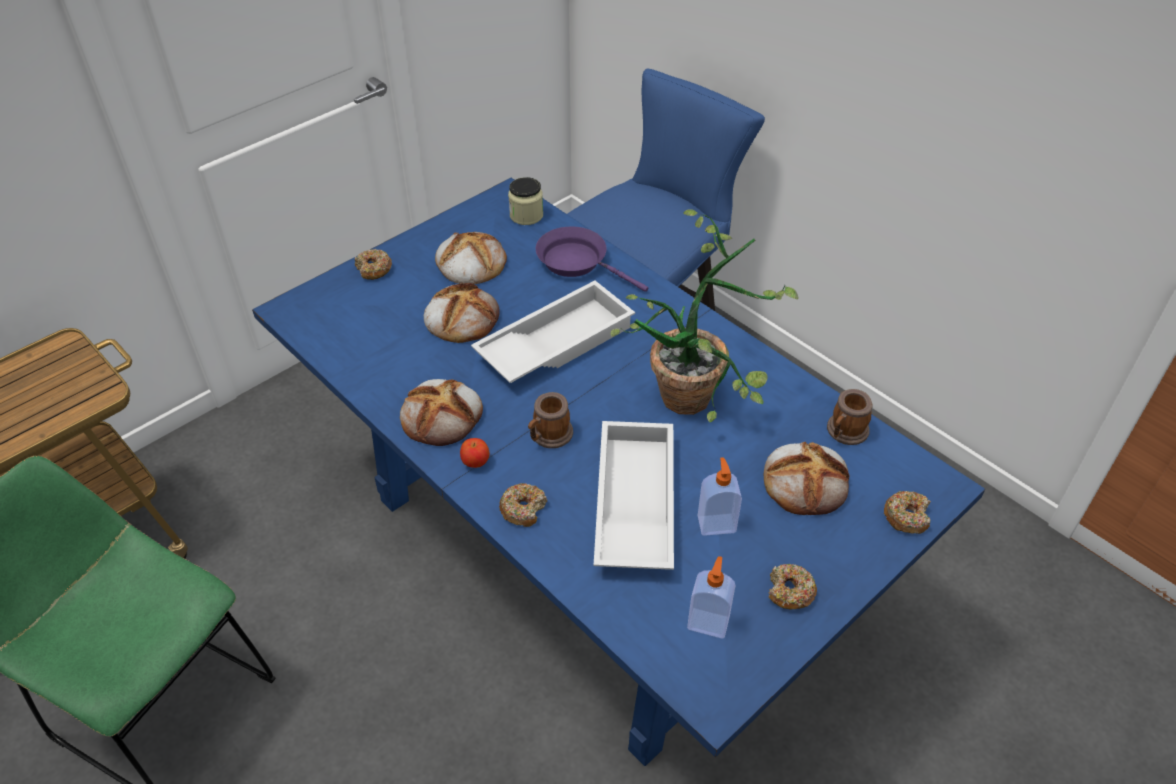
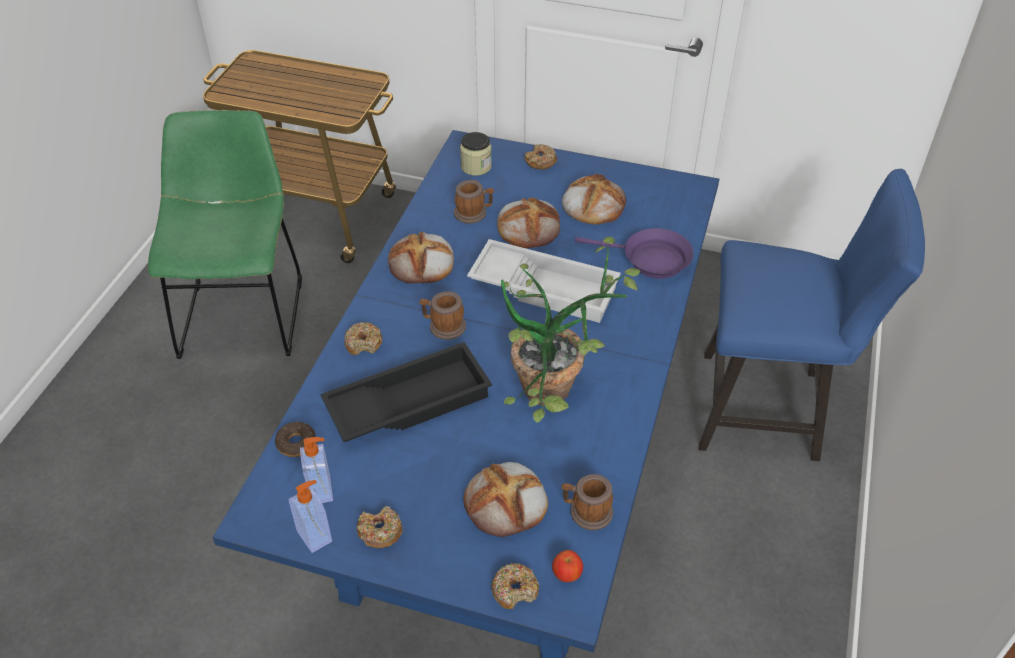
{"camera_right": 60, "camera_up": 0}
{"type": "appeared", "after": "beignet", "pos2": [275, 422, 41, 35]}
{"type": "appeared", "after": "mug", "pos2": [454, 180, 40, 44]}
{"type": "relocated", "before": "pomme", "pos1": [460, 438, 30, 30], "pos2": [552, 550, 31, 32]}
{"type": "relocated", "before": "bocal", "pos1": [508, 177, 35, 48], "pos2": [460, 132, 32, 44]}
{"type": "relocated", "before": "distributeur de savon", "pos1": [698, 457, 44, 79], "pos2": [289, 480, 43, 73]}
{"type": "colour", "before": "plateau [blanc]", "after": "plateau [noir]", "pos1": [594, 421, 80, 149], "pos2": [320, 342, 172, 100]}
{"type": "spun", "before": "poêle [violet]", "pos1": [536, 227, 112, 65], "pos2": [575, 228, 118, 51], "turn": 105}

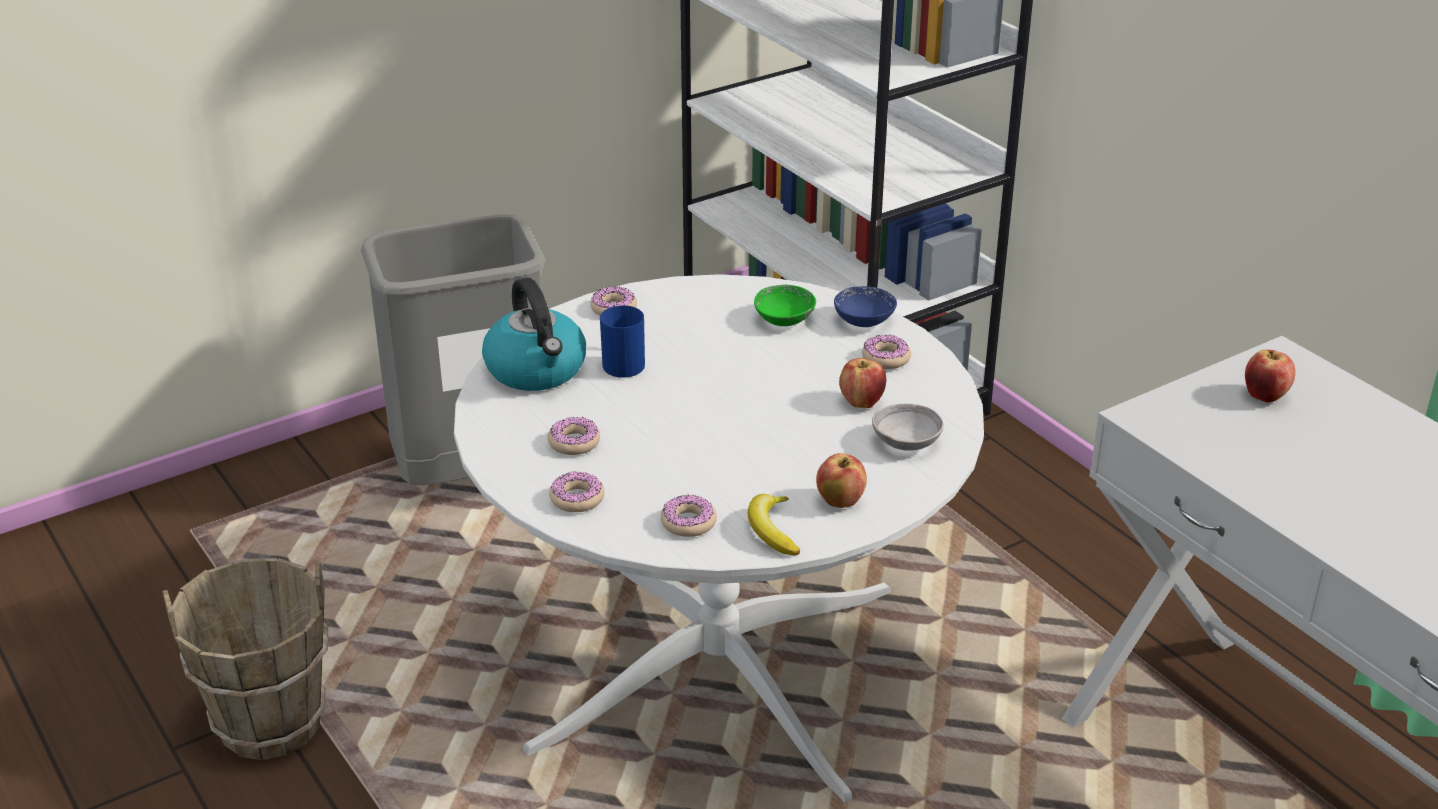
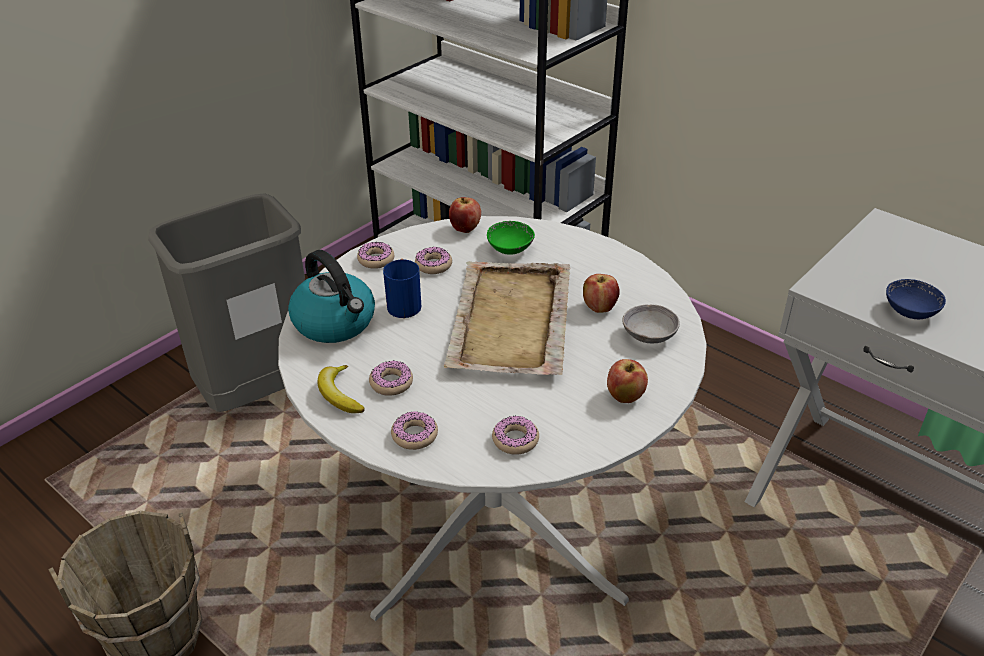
{"camera_right": -15, "camera_up": 5}
{"type": "appeared", "after": "plateau [beige]", "pos2": [444, 261, 126, 114]}
{"type": "relocated", "before": "banane", "pos1": [748, 494, 53, 62], "pos2": [318, 365, 47, 48]}
{"type": "relocated", "before": "bol [bleu]", "pos1": [834, 286, 63, 41], "pos2": [886, 279, 60, 40]}
{"type": "relocated", "before": "beignet", "pos1": [862, 335, 49, 34], "pos2": [415, 247, 37, 27]}
{"type": "relocated", "before": "pomme", "pos1": [1245, 350, 50, 53], "pos2": [449, 197, 32, 36]}

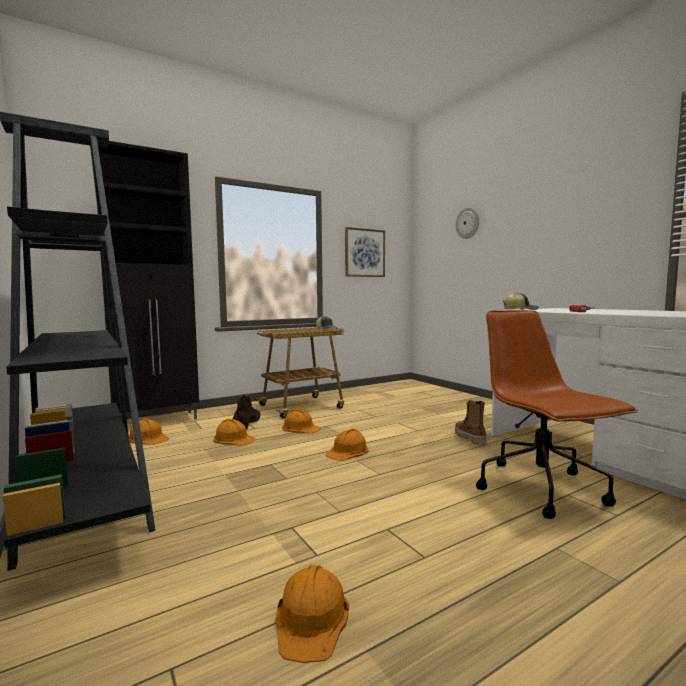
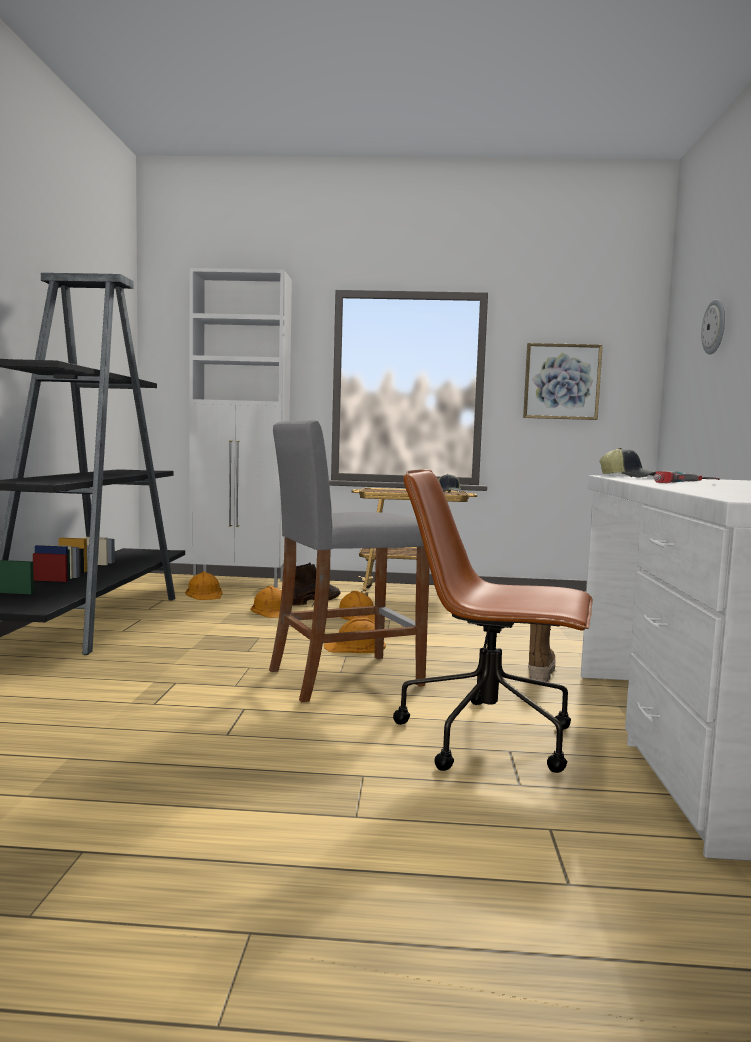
{"camera_right": 35, "camera_up": 0}
{"type": "missing", "before": "casque de chantier [orange]", "pos1": [276, 565, 73, 98]}
{"type": "appeared", "after": "tabouret [gris]", "pos2": [269, 420, 161, 282]}
{"type": "colour", "before": "meuble de rangement [noir]", "after": "meuble de rangement [blanc]", "pos1": [97, 141, 102, 278], "pos2": [189, 268, 103, 319]}
{"type": "spun", "before": "chaise de bureau [marron]", "pos1": [476, 310, 162, 209], "pos2": [393, 469, 200, 304], "turn": -90}

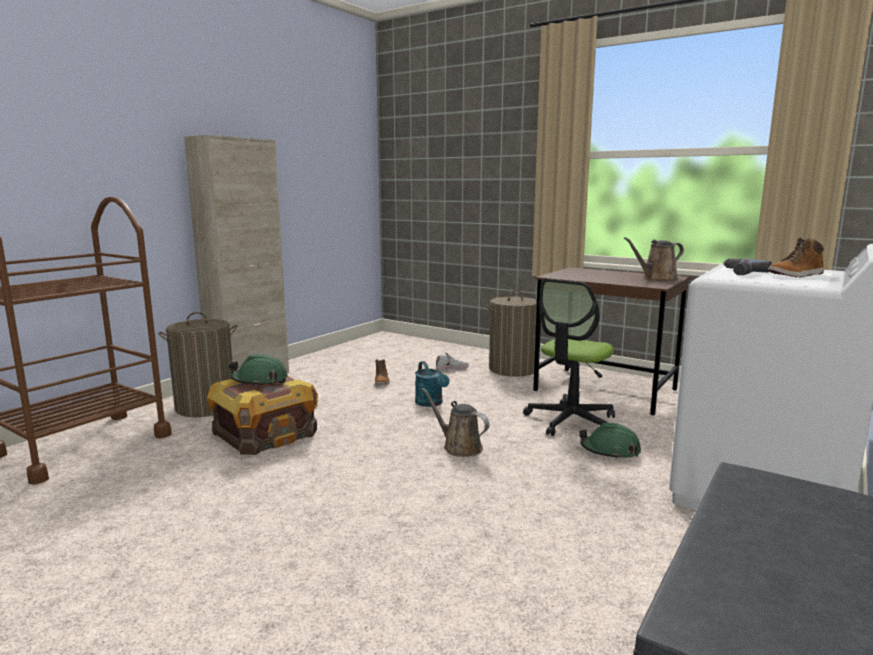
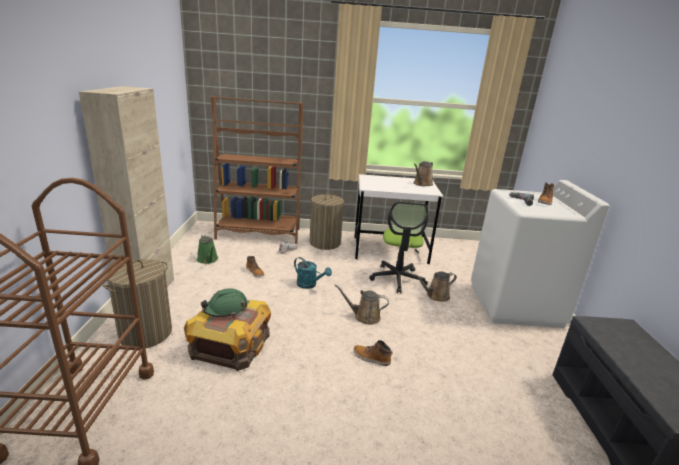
{"camera_right": -35, "camera_up": 10}
{"type": "appeared", "after": "arrosoir [vert]", "pos2": [197, 235, 21, 29]}
{"type": "appeared", "after": "bibliothèque [marron]", "pos2": [211, 96, 93, 148]}
{"type": "appeared", "after": "botte", "pos2": [354, 340, 39, 26]}
{"type": "exchanged", "before": "casque de chantier [vert]", "after": "arrosoir [marron]", "pos1": [579, 423, 62, 37], "pos2": [414, 271, 43, 31]}
{"type": "colour", "before": "bureau [marron]", "after": "bureau [blanc]", "pos1": [533, 267, 157, 149], "pos2": [354, 174, 89, 90]}

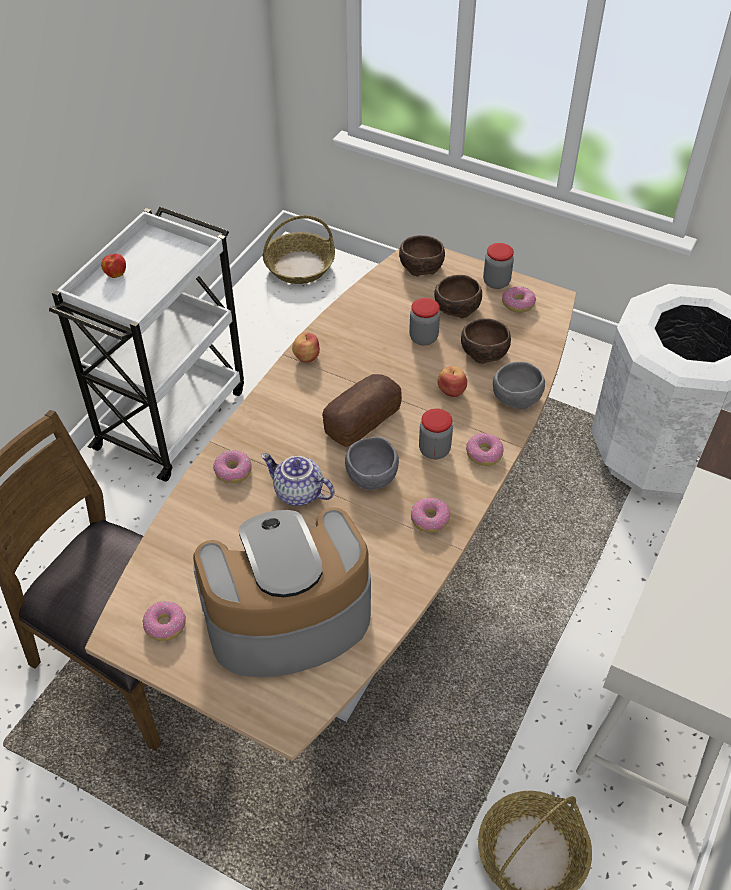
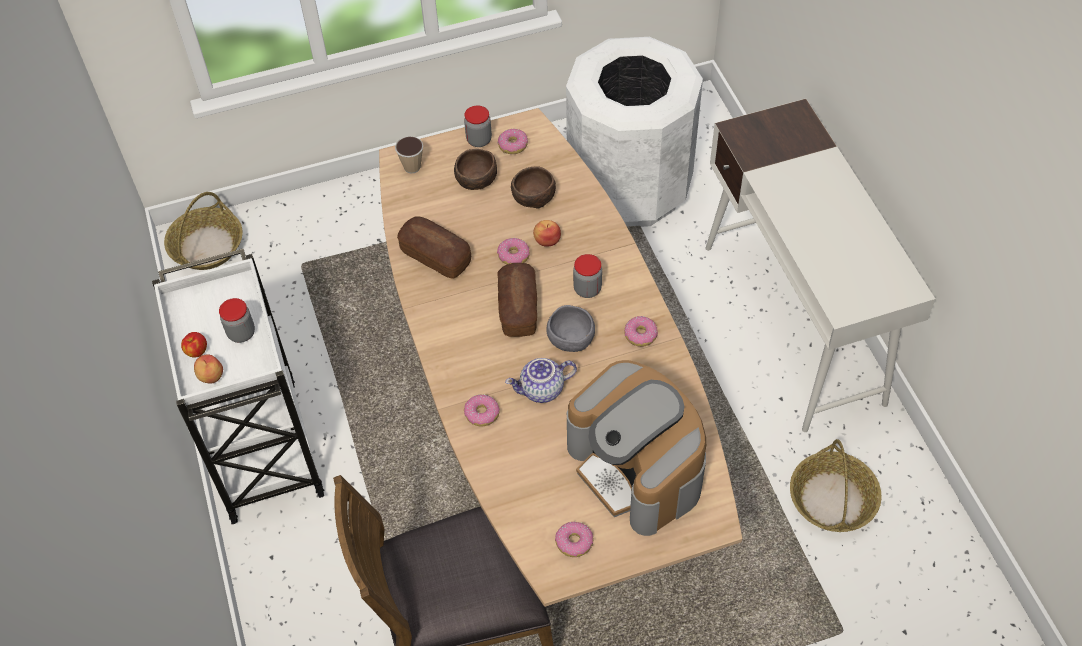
{"camera_right": -45, "camera_up": 5}
{"type": "missing", "before": "bol [gris]", "pos1": [493, 362, 52, 48]}
{"type": "appeared", "after": "pain", "pos2": [397, 216, 74, 63]}
{"type": "relocated", "before": "pomme", "pos1": [292, 332, 28, 31], "pos2": [194, 355, 29, 29]}
{"type": "relocated", "before": "bocal", "pos1": [409, 298, 31, 48], "pos2": [219, 298, 36, 45]}
{"type": "relocated", "before": "beignet", "pos1": [466, 433, 38, 33], "pos2": [497, 238, 33, 27]}
{"type": "exchanged", "before": "bol [marron]", "after": "tasse", "pos1": [399, 235, 46, 42], "pos2": [395, 136, 28, 38]}
{"type": "spun", "before": "machine à café", "pos1": [193, 507, 178, 170], "pos2": [567, 360, 139, 176], "turn": -60}

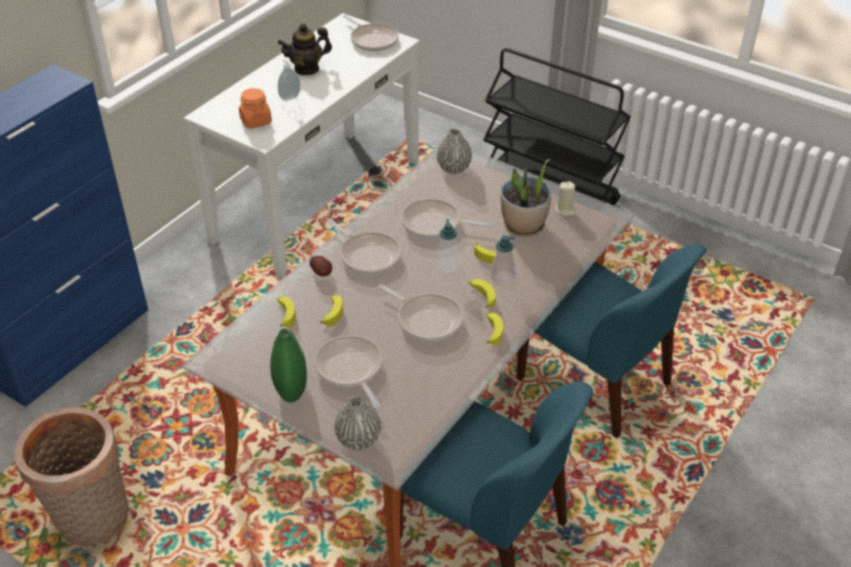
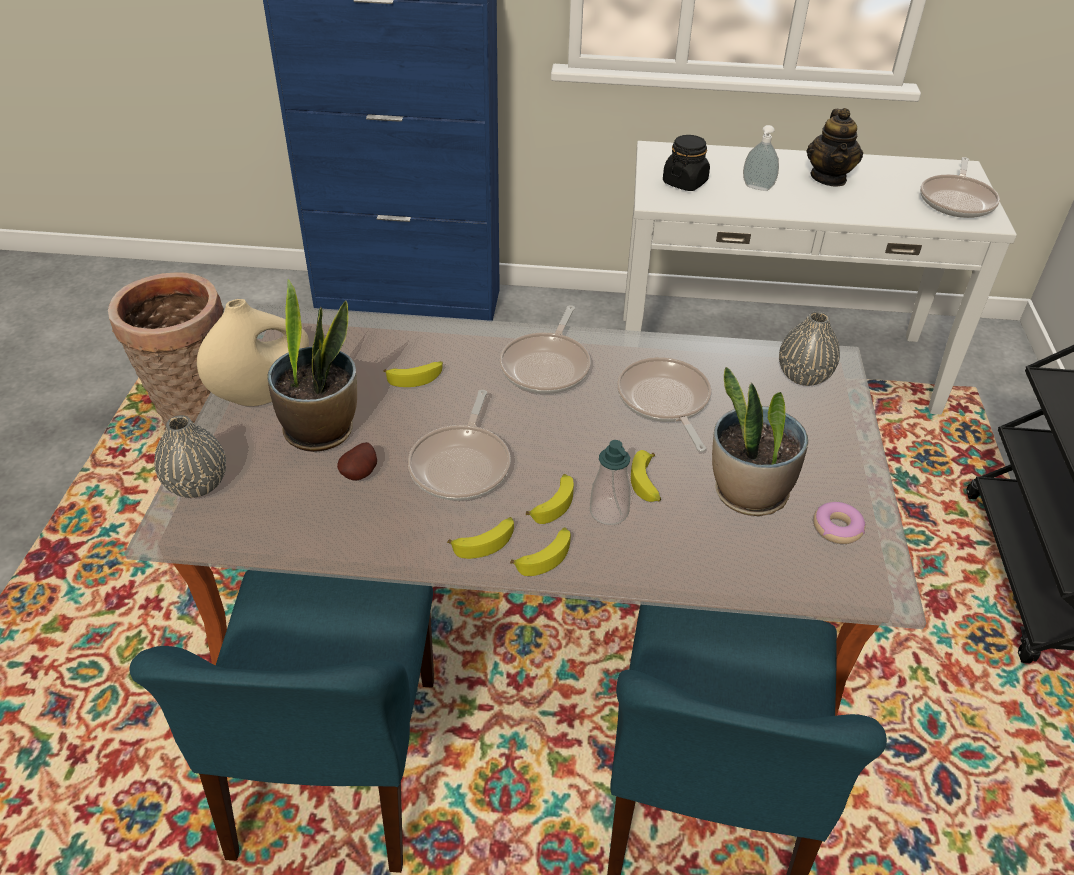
{"camera_right": 60, "camera_up": 0}
{"type": "missing", "before": "distributeur de savon", "pos1": [436, 219, 23, 54]}
{"type": "relocated", "before": "banane", "pos1": [277, 296, 19, 31], "pos2": [510, 527, 61, 49]}
{"type": "relocated", "before": "pomme de terre", "pos1": [309, 256, 23, 20], "pos2": [337, 442, 40, 39]}
{"type": "exchanged", "before": "poêle", "after": "plante en pot", "pos1": [314, 335, 68, 73], "pos2": [267, 279, 90, 173]}
{"type": "exchanged", "before": "bougie [beige]", "after": "beignet", "pos1": [556, 181, 19, 35], "pos2": [813, 502, 52, 42]}
{"type": "colour", "before": "bocal [orange]", "after": "bocal [noir]", "pos1": [239, 88, 33, 41], "pos2": [663, 135, 47, 56]}
{"type": "colour", "before": "vase [vert]", "after": "vase [beige]", "pos1": [270, 328, 37, 74], "pos2": [197, 299, 112, 107]}
{"type": "spun", "before": "théière", "pos1": [278, 23, 54, 52], "pos2": [806, 108, 57, 79], "turn": -120}

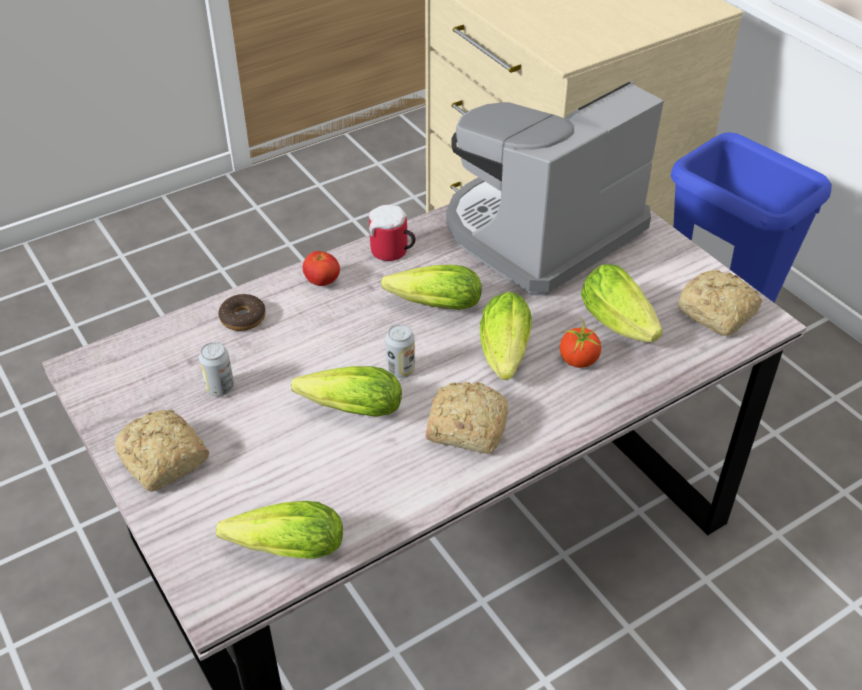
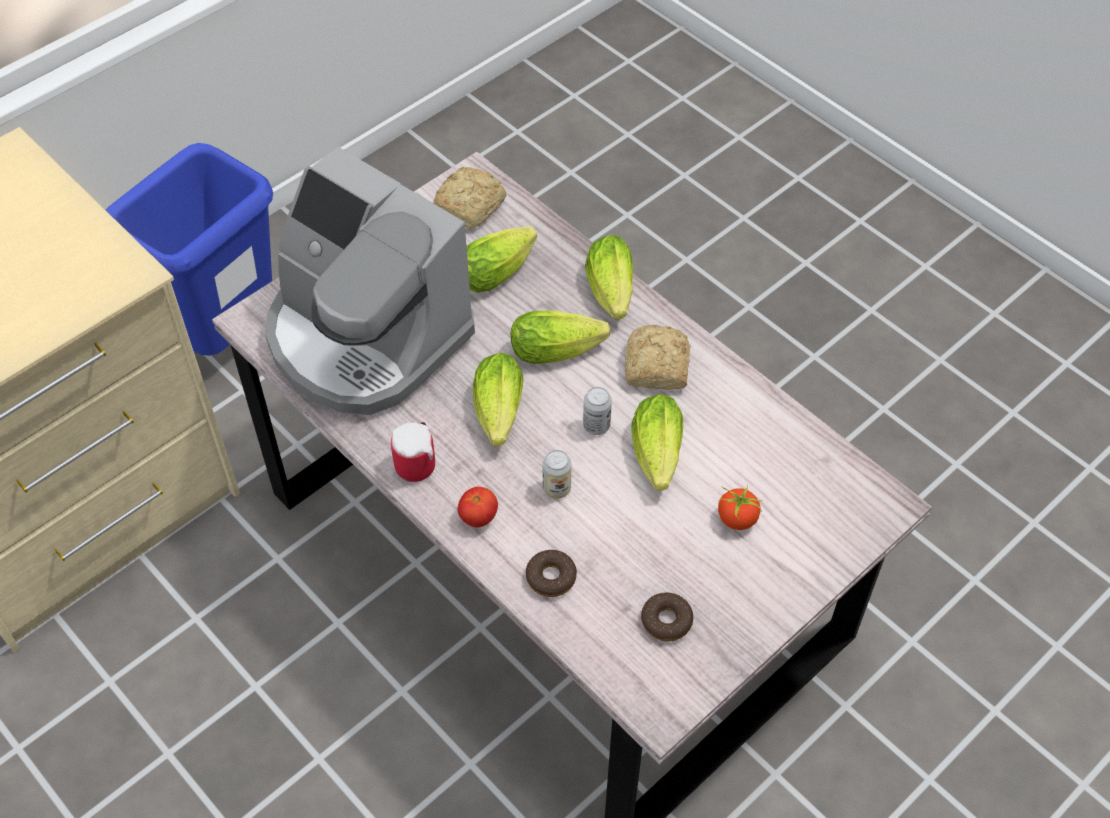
{"camera_right": -100, "camera_up": 10}
{"type": "missing", "before": "pain", "pos1": [115, 410, 94, 82]}
{"type": "appeared", "after": "beignet", "pos2": [641, 593, 52, 48]}
{"type": "relocated", "before": "boîte métallique", "pos1": [199, 342, 35, 55], "pos2": [543, 450, 28, 49]}
{"type": "relocated", "before": "laitue", "pos1": [216, 501, 127, 58], "pos2": [585, 235, 48, 85]}
{"type": "relocated", "before": "tomate", "pos1": [560, 318, 41, 50], "pos2": [718, 484, 45, 46]}

